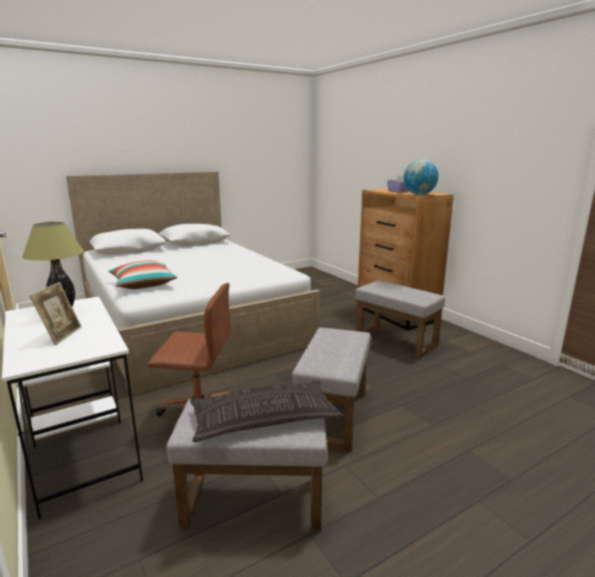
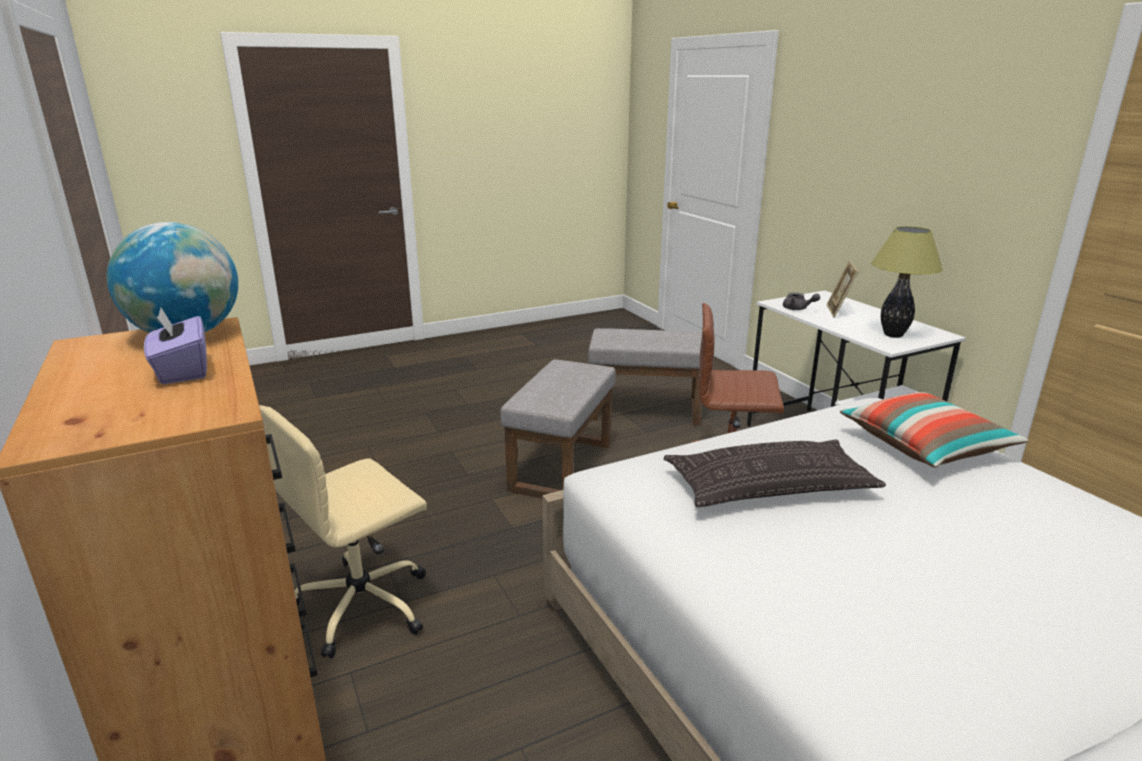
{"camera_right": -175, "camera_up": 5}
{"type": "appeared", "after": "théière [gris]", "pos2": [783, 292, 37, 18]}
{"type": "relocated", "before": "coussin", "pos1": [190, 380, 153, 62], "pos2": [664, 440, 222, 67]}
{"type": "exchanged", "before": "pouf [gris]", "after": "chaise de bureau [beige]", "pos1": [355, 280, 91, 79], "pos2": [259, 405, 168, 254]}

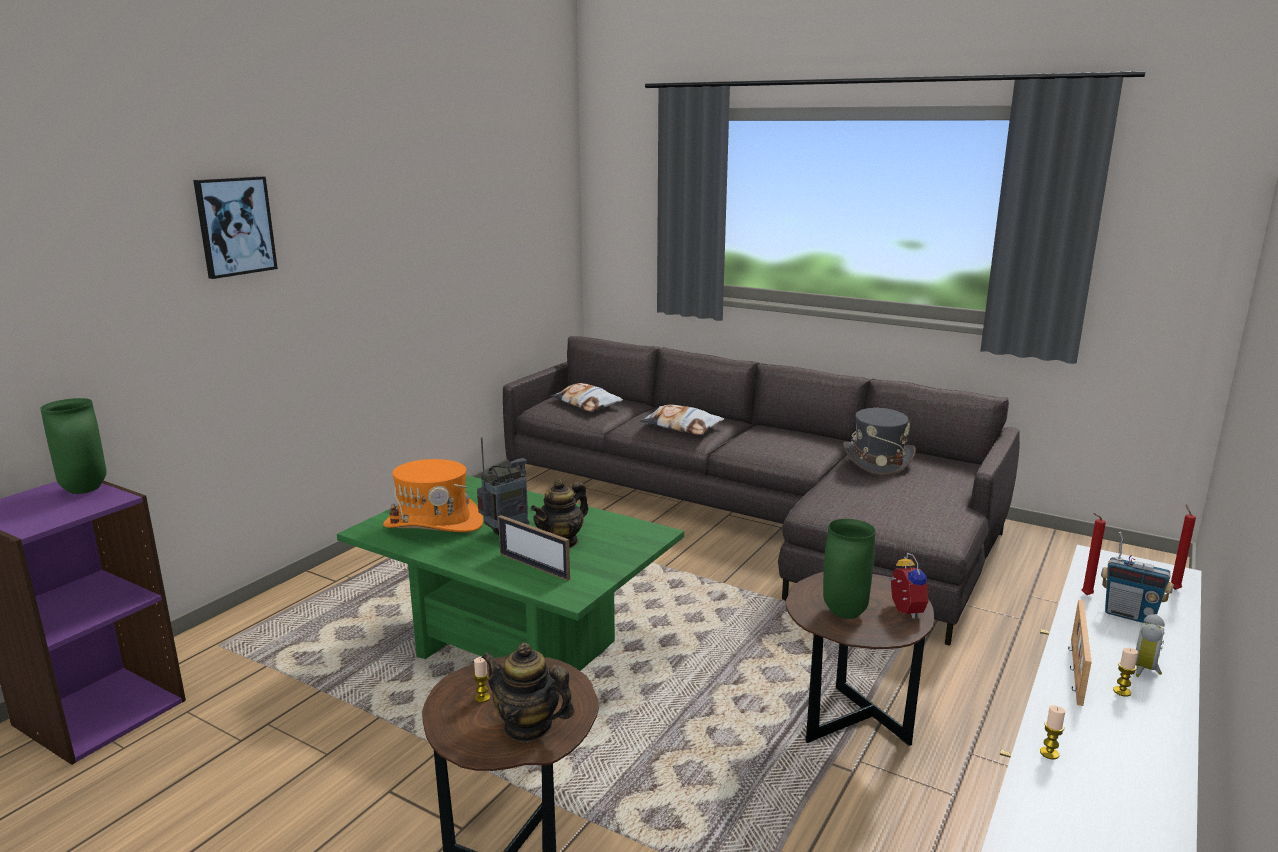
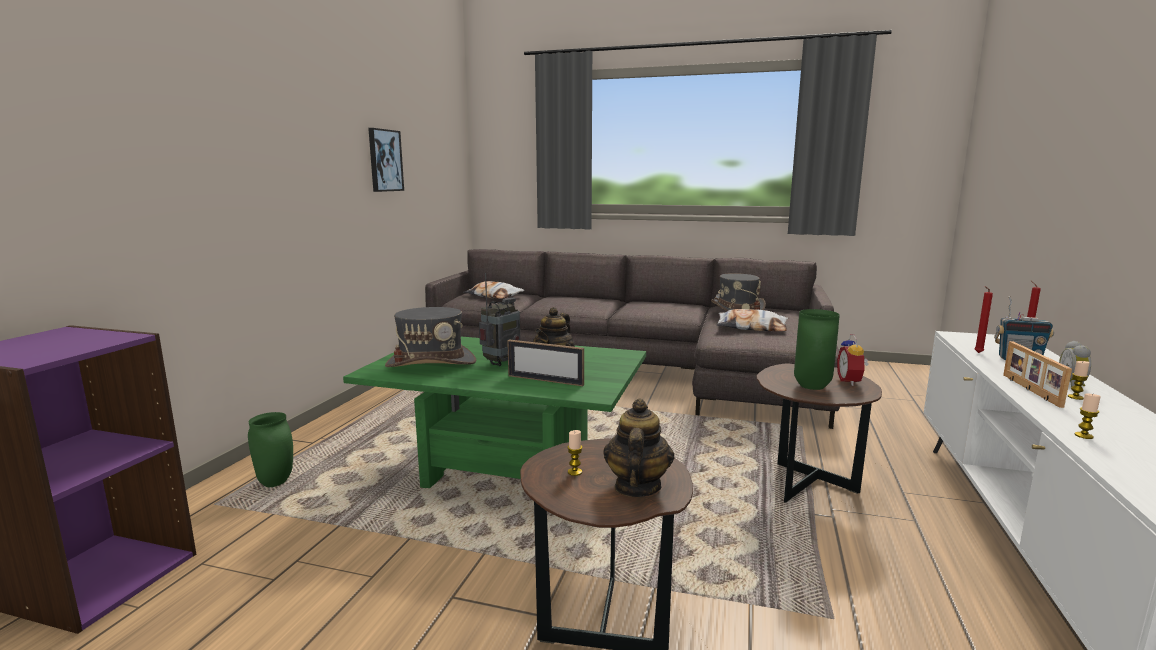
{"camera_right": -15, "camera_up": -5}
{"type": "relocated", "before": "vase [vert]", "pos1": [40, 398, 66, 96], "pos2": [248, 412, 45, 75]}
{"type": "relocated", "before": "tableau", "pos1": [193, 176, 85, 103], "pos2": [368, 128, 36, 64]}
{"type": "relocated", "before": "coussin", "pos1": [640, 404, 84, 31], "pos2": [717, 309, 71, 22]}
{"type": "colour", "before": "chapeau [orange]", "after": "chapeau [gris]", "pos1": [383, 459, 100, 73], "pos2": [385, 307, 92, 60]}
{"type": "spun", "before": "théière", "pos1": [482, 643, 92, 99], "pos2": [604, 399, 70, 98], "turn": 90}
{"type": "spun", "before": "réveil", "pos1": [888, 553, 40, 66], "pos2": [837, 334, 32, 52], "turn": -150}

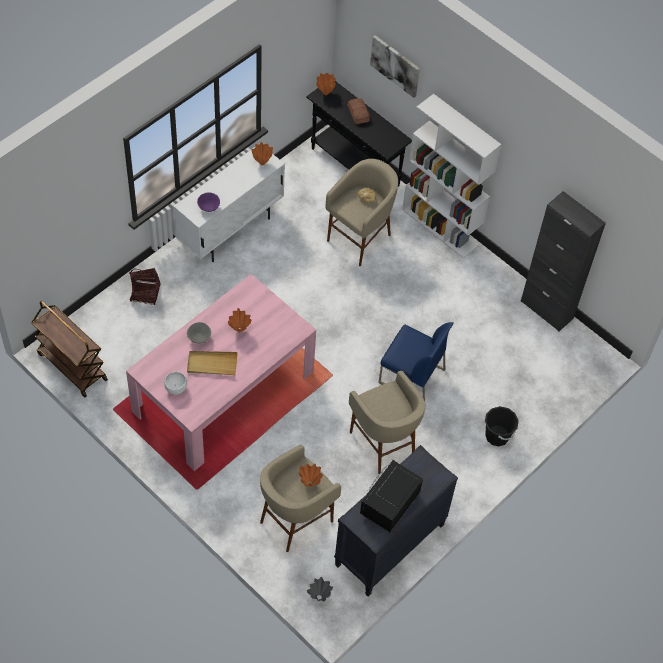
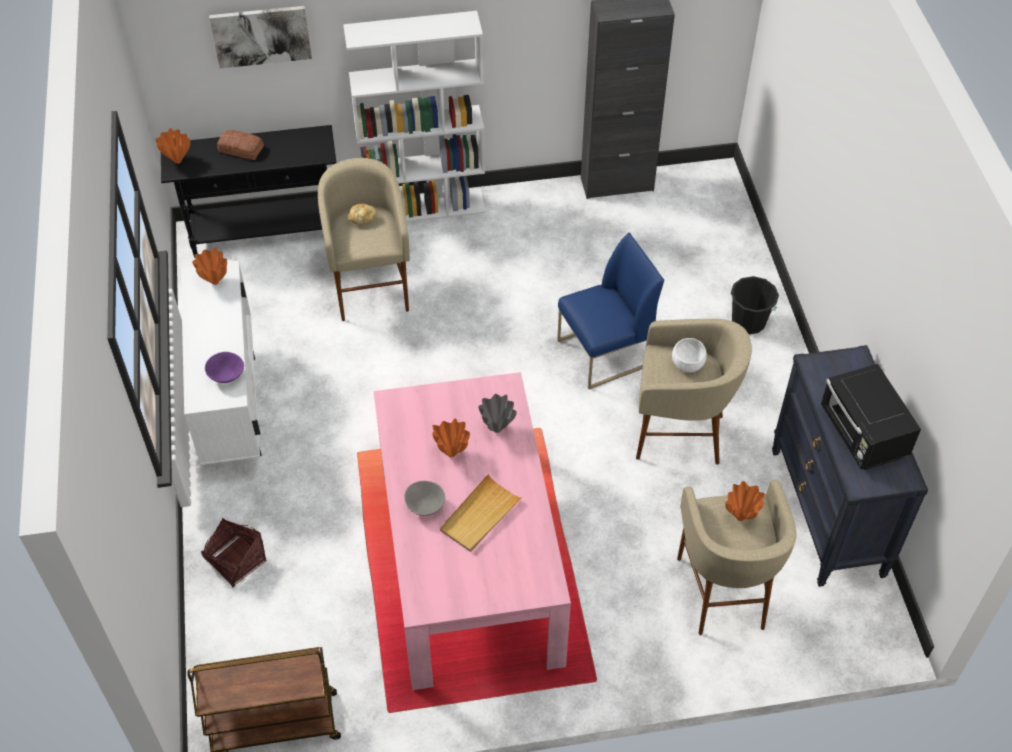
{"camera_right": -50, "camera_up": -5}
{"type": "relocated", "before": "bol [blanc]", "pos1": [164, 372, 23, 23], "pos2": [672, 338, 35, 35]}
{"type": "relocated", "before": "vase [gris]", "pos1": [307, 577, 26, 25], "pos2": [478, 394, 39, 39]}

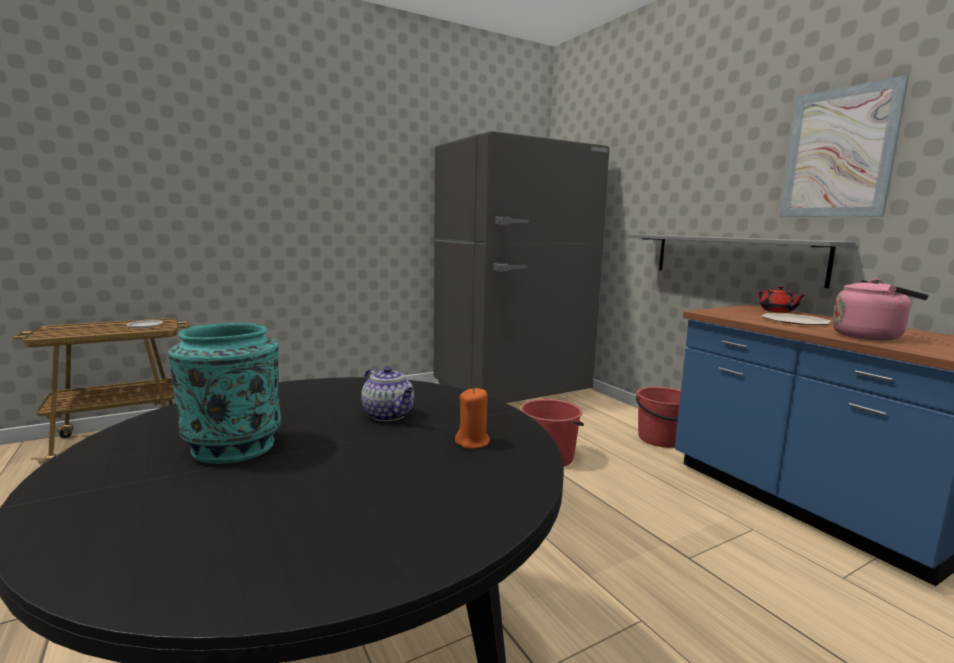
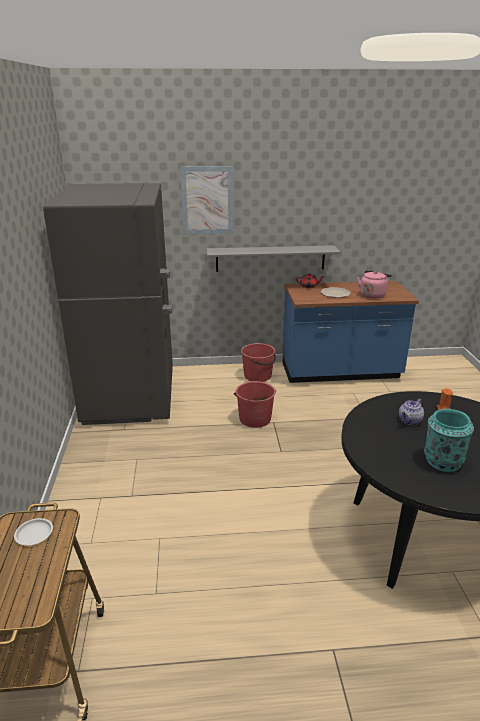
{"camera_right": -65, "camera_up": 15}
{"type": "relocated", "before": "tableau", "pos1": [780, 75, 129, 142], "pos2": [180, 166, 53, 68]}
{"type": "spun", "before": "théière", "pos1": [361, 366, 53, 55], "pos2": [399, 399, 25, 26], "turn": 150}

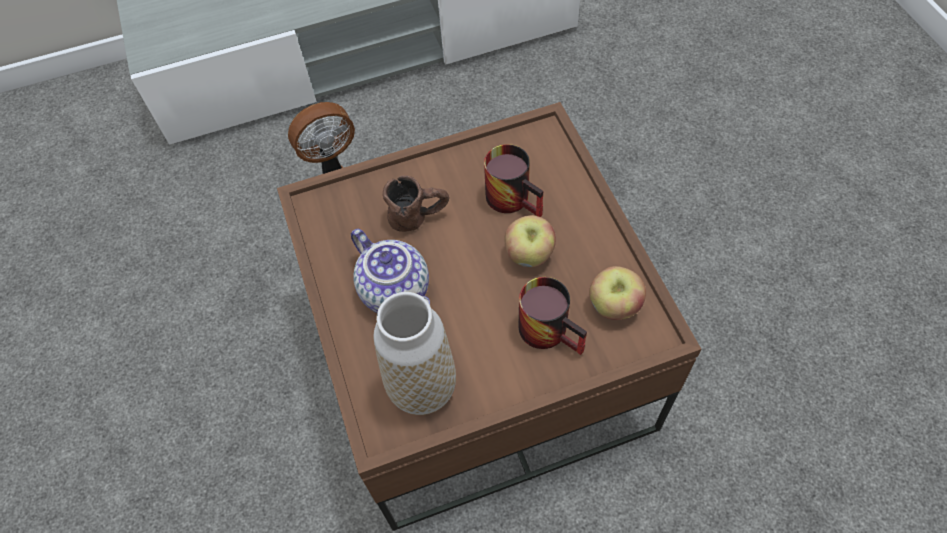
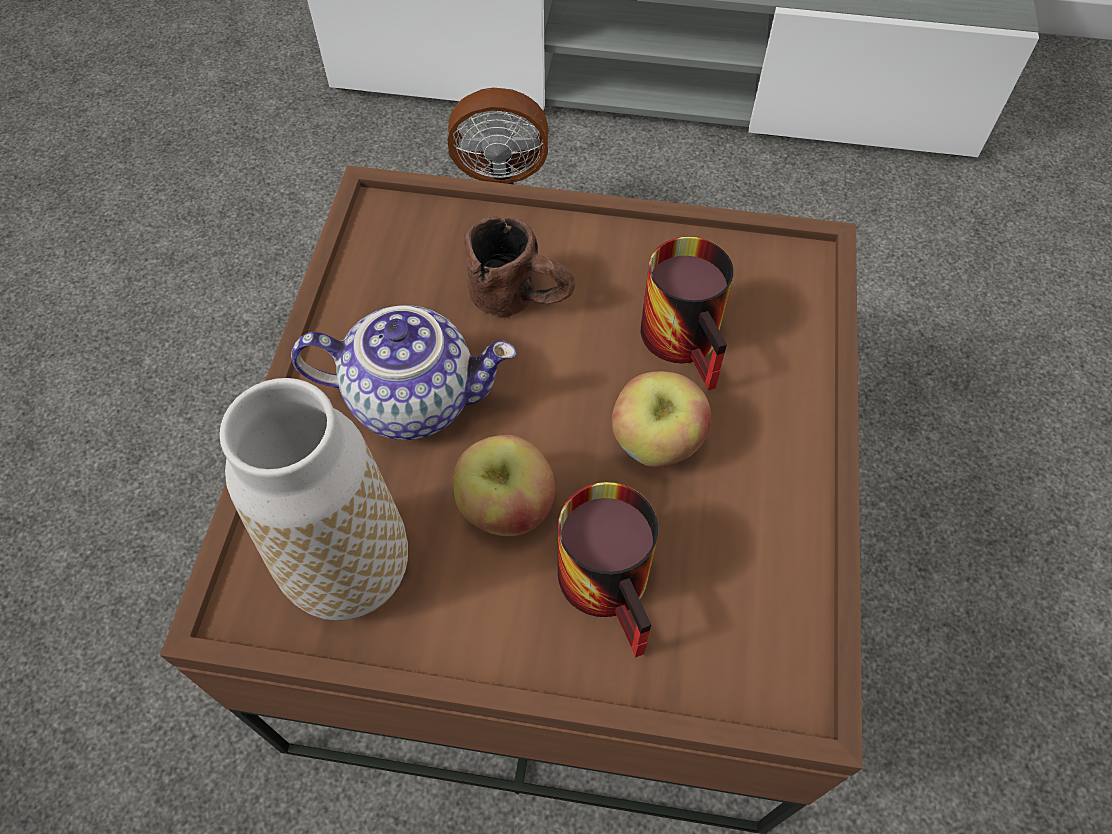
{"camera_right": 25, "camera_up": 0}
{"type": "relocated", "before": "pomme", "pos1": [589, 266, 57, 54], "pos2": [453, 435, 102, 101]}
{"type": "spun", "before": "théière", "pos1": [351, 229, 79, 84], "pos2": [291, 305, 225, 135], "turn": -75}

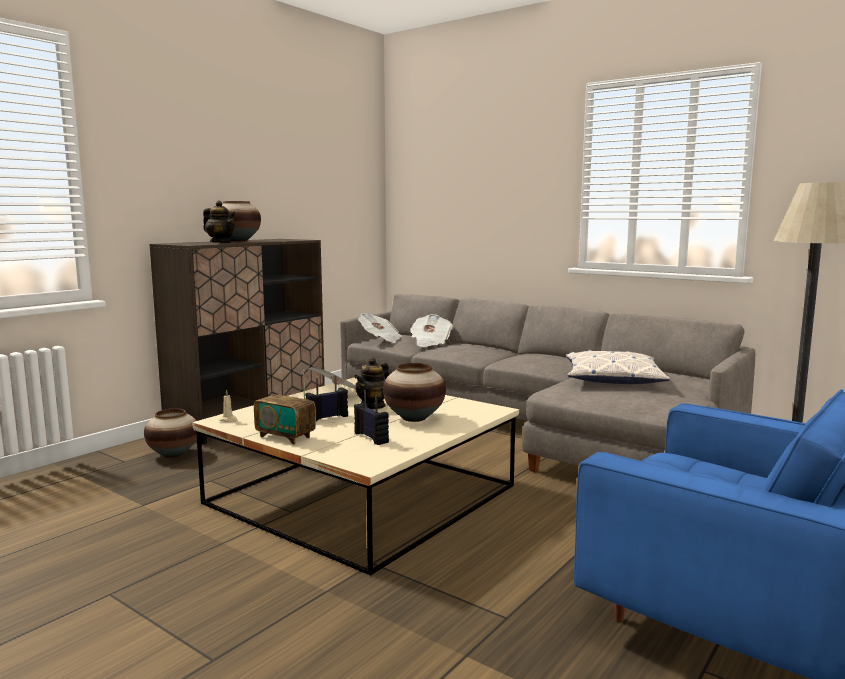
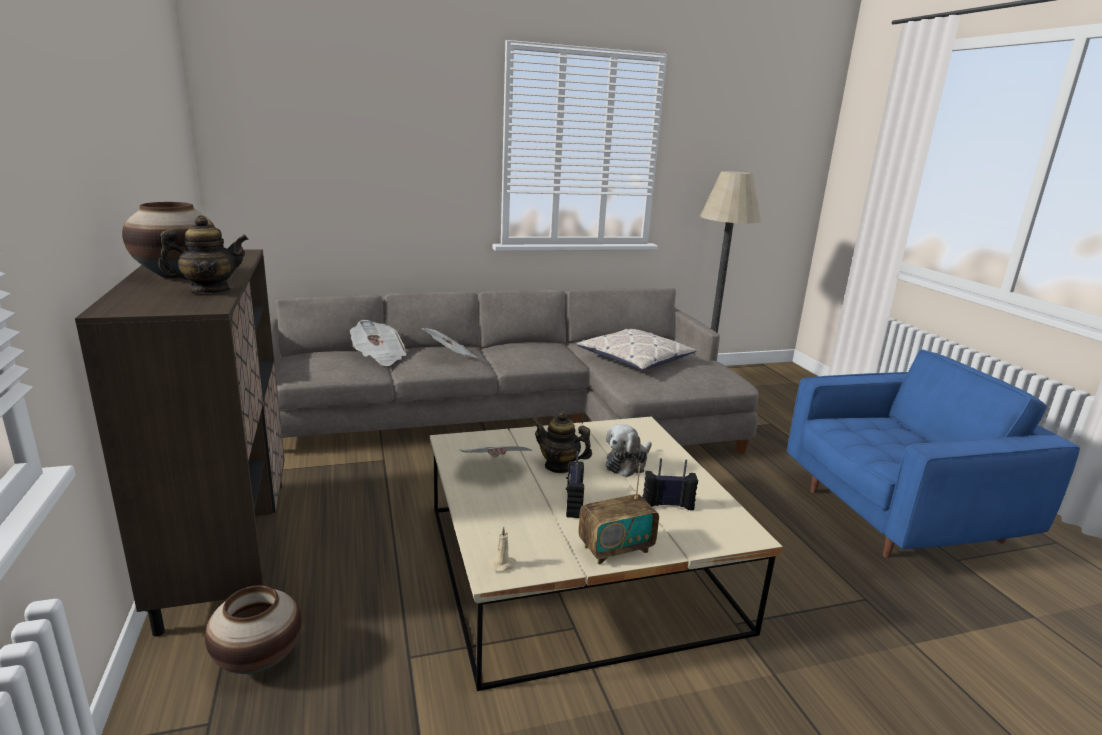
{"camera_right": -55, "camera_up": 10}
{"type": "relocated", "before": "journal", "pos1": [358, 313, 44, 30], "pos2": [421, 328, 58, 30]}
{"type": "exchanged", "before": "vase", "after": "peluche", "pos1": [383, 363, 63, 59], "pos2": [606, 424, 46, 53]}
{"type": "spun", "before": "théière", "pos1": [354, 357, 35, 52], "pos2": [533, 412, 59, 61], "turn": 135}

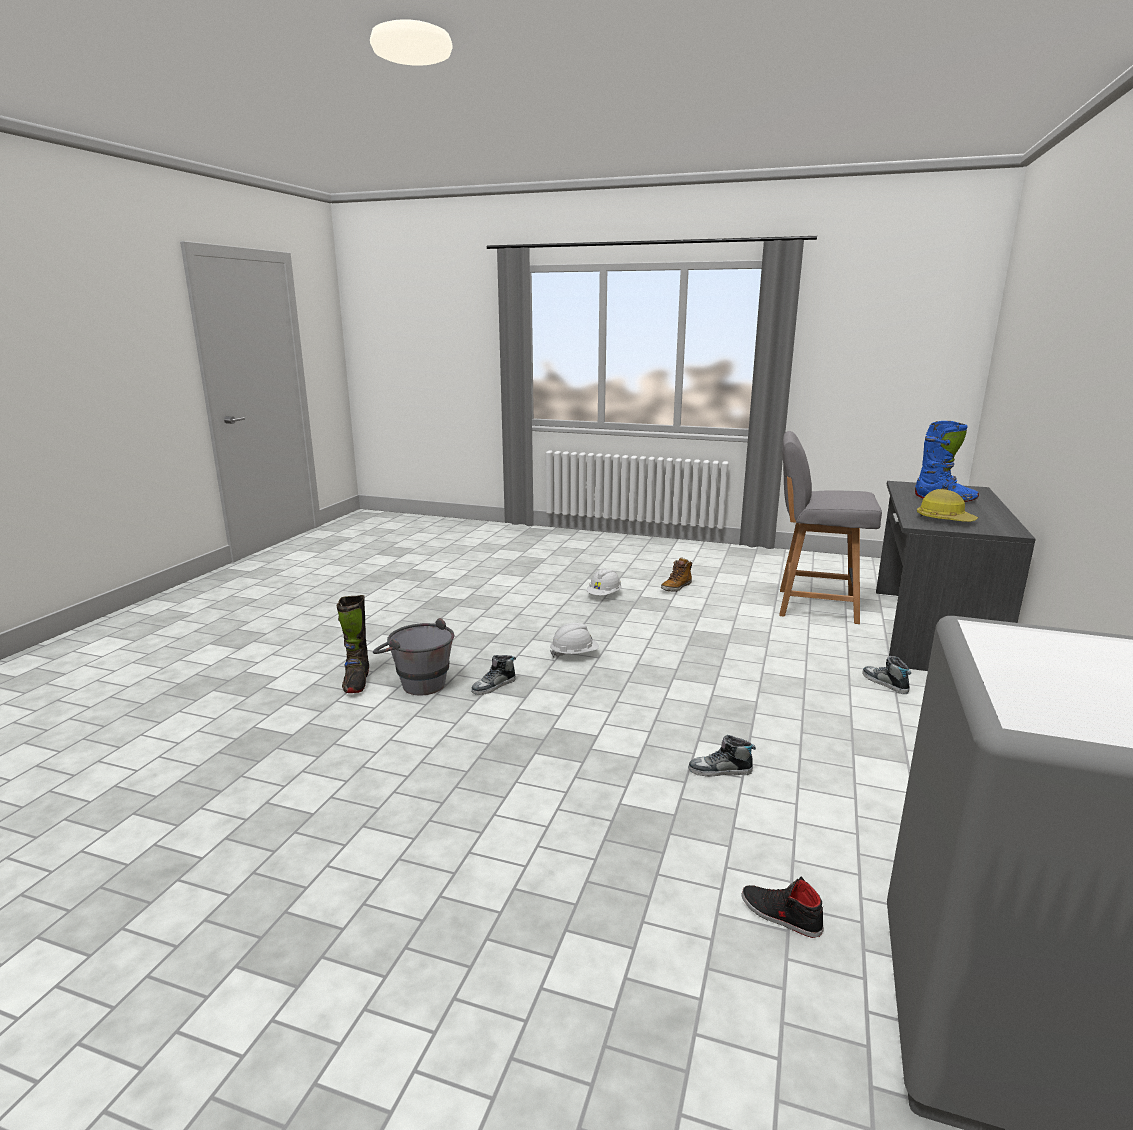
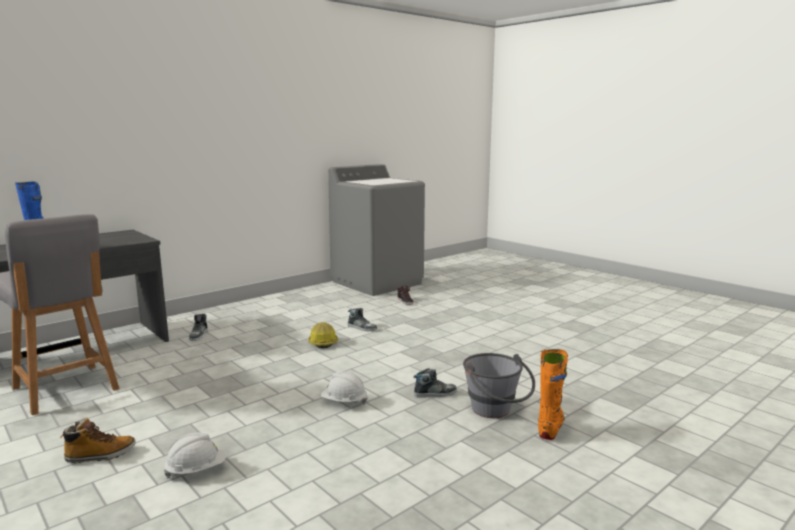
{"camera_right": -150, "camera_up": -5}
{"type": "relocated", "before": "casque de chantier", "pos1": [917, 489, 61, 33], "pos2": [308, 322, 30, 26]}
{"type": "colour", "before": "botte [noir]", "after": "botte [orange]", "pos1": [337, 595, 32, 98], "pos2": [538, 349, 30, 91]}

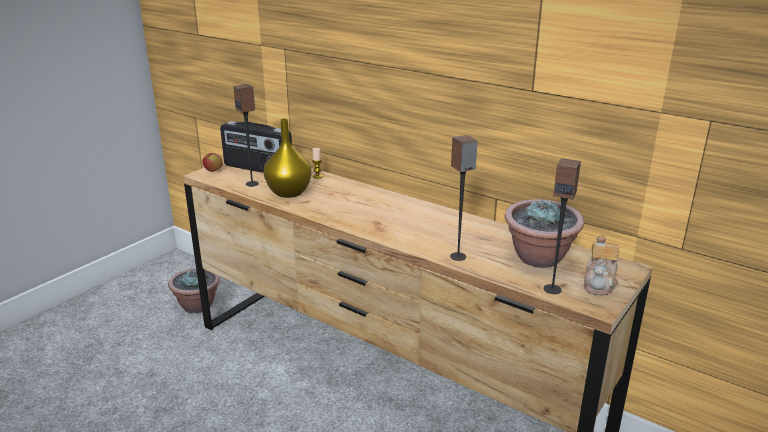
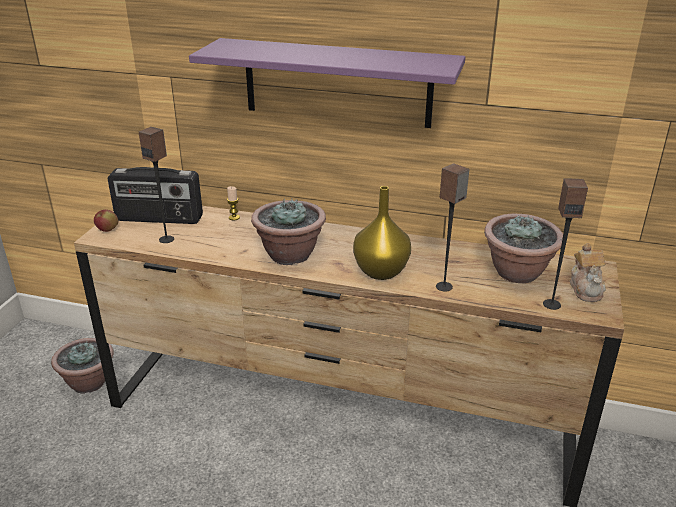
{"camera_right": -20, "camera_up": 5}
{"type": "appeared", "after": "étagère [violet]", "pos2": [189, 38, 276, 90]}
{"type": "appeared", "after": "plante en pot", "pos2": [251, 198, 75, 67]}
{"type": "relocated", "before": "vase [jaune]", "pos1": [264, 118, 48, 80], "pos2": [353, 186, 58, 94]}

